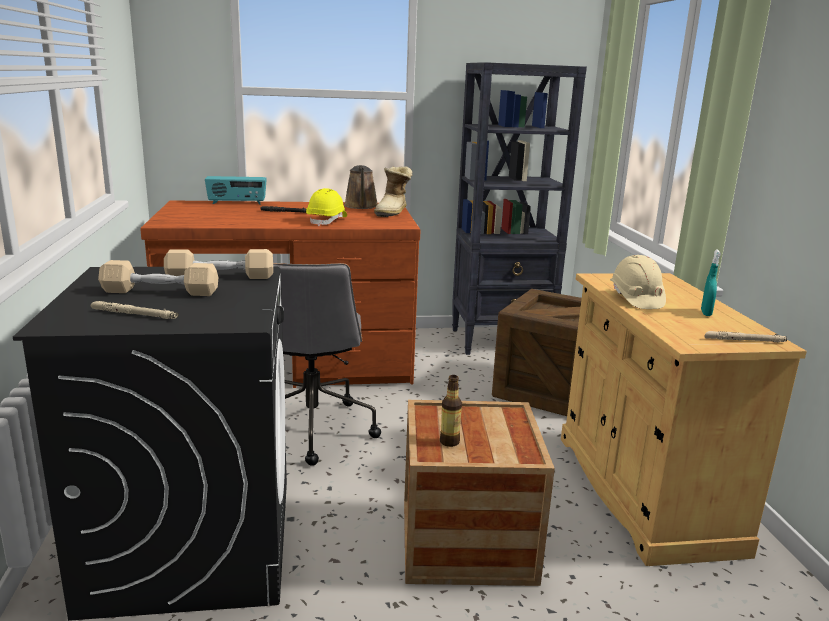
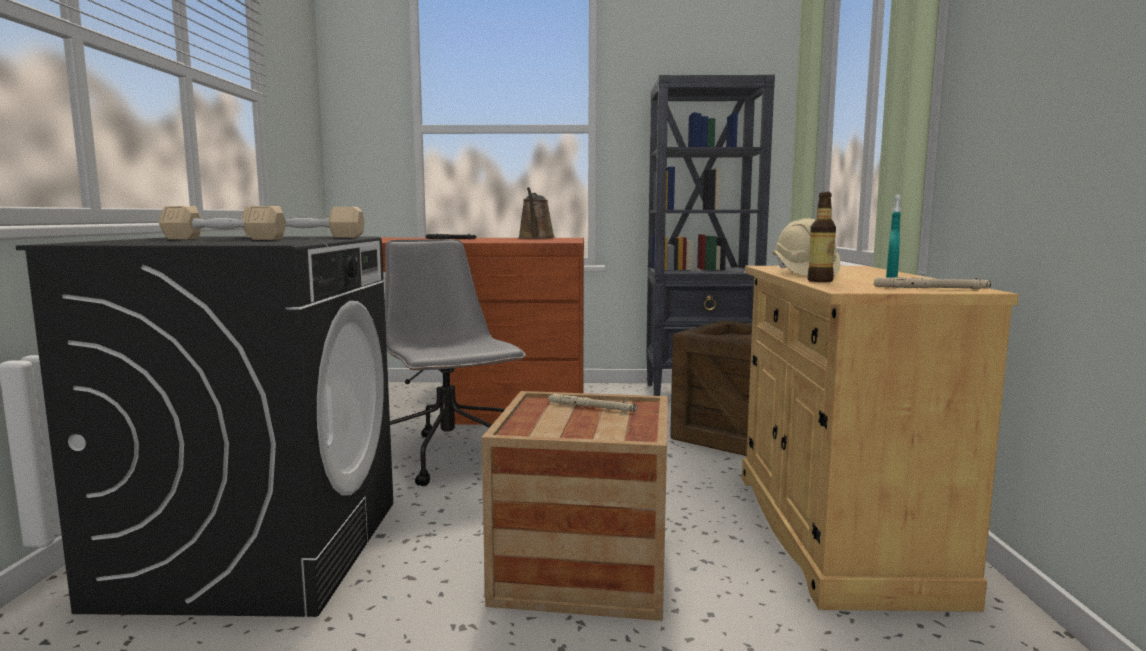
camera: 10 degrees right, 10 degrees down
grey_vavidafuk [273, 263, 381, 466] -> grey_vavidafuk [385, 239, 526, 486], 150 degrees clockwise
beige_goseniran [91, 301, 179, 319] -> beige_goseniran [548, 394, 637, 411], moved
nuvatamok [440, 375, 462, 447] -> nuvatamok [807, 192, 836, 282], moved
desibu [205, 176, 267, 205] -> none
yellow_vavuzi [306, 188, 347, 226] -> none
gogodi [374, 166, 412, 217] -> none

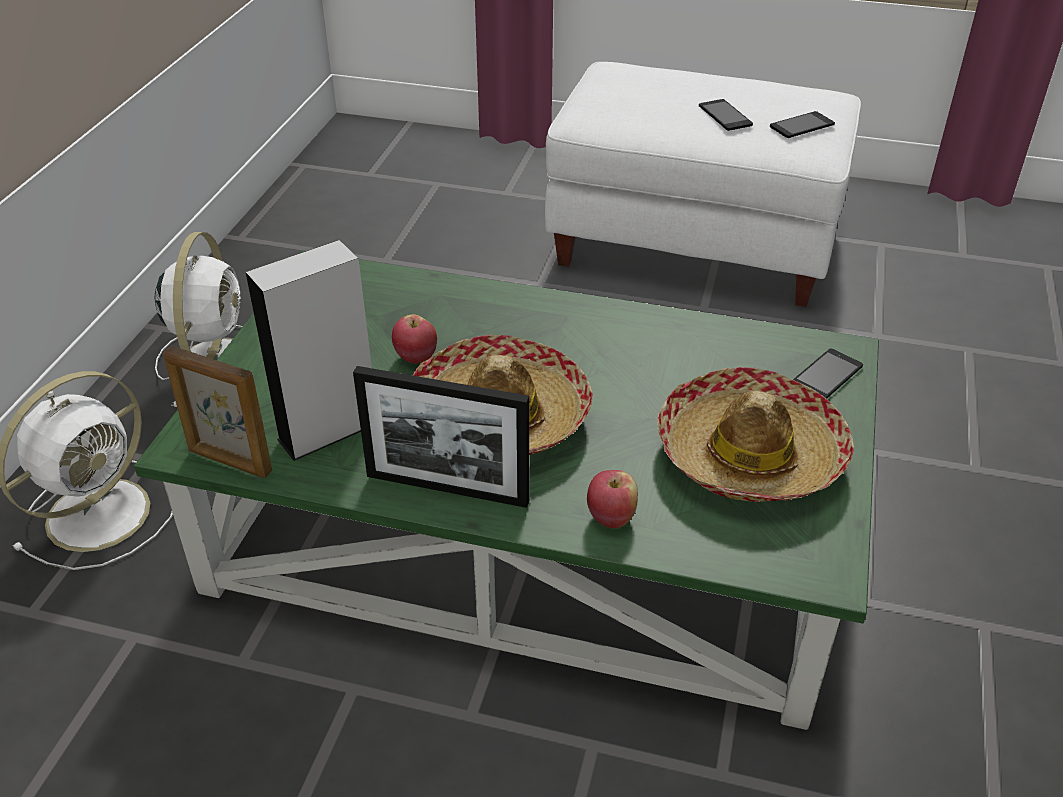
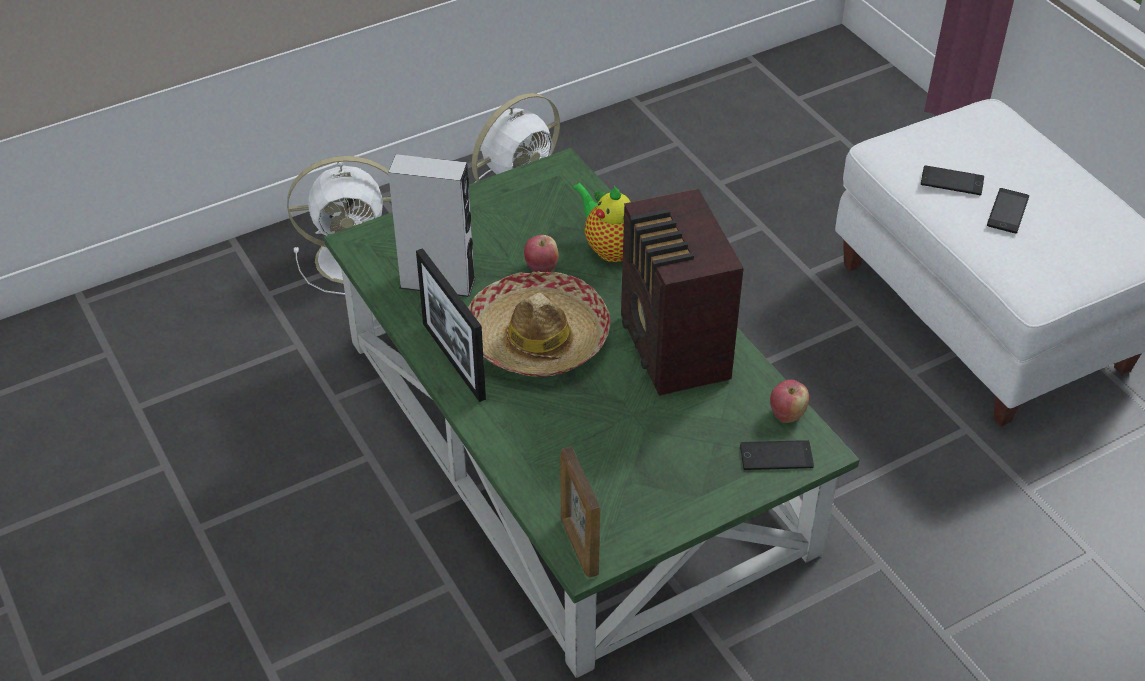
camera: 45 degrees right, 5 degrees up
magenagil [163, 345, 272, 478] -> magenagil [561, 446, 600, 578], moved
none -> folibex [572, 183, 630, 262]
none -> desibu [621, 189, 744, 396]
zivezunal [587, 470, 638, 528] -> zivezunal [770, 379, 809, 423], moved
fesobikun [770, 111, 835, 138] -> fesobikun [921, 166, 984, 195], moved
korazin [657, 367, 854, 502] -> none

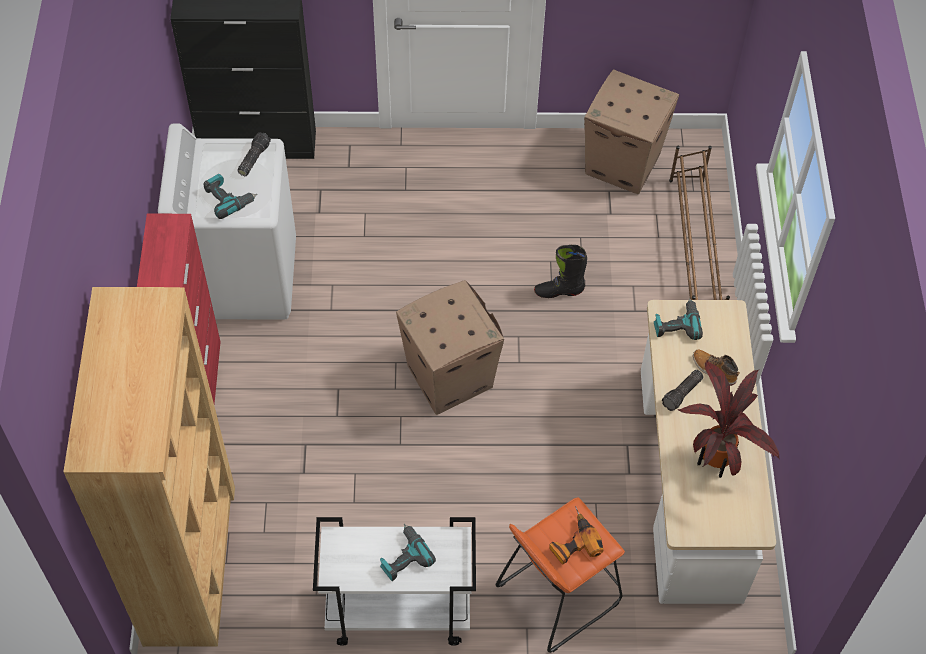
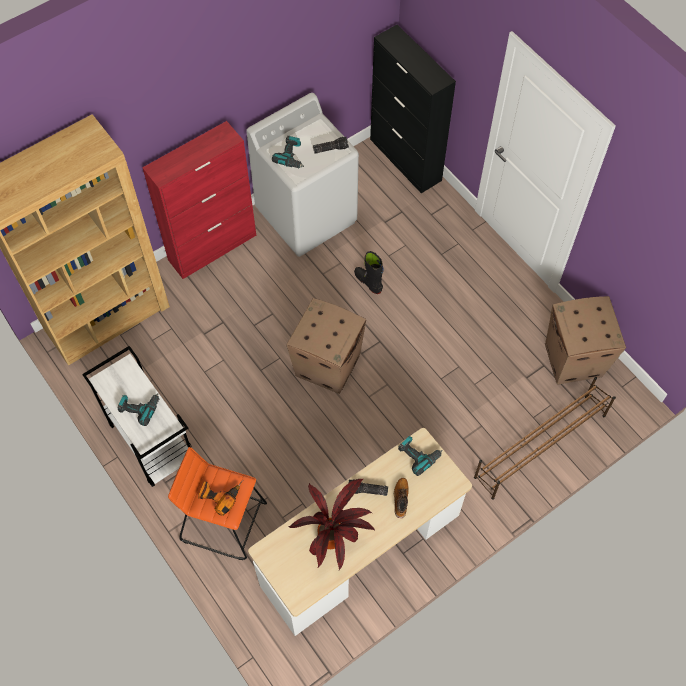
camera: 55 degrees right, 5 degrees up
black_gogodi [534, 245, 587, 298] -> black_gogodi [354, 251, 384, 294], moved

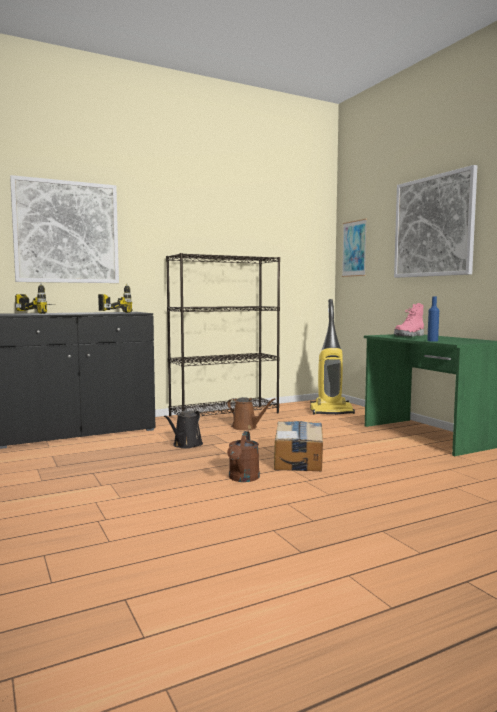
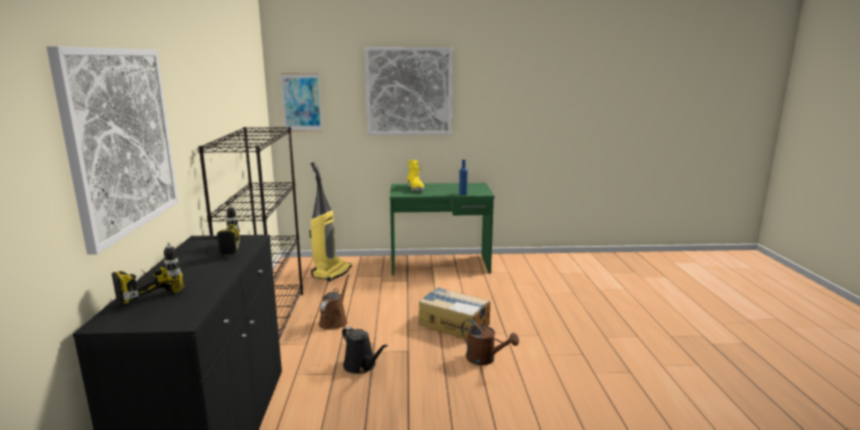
camera: 65 degrees left, 10 degrees up
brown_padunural [227, 397, 275, 430] -> brown_padunural [319, 275, 350, 330], 45 degrees counterclockwise
pink_gogodi [394, 303, 424, 337] -> yellow_gogodi [407, 160, 425, 191]

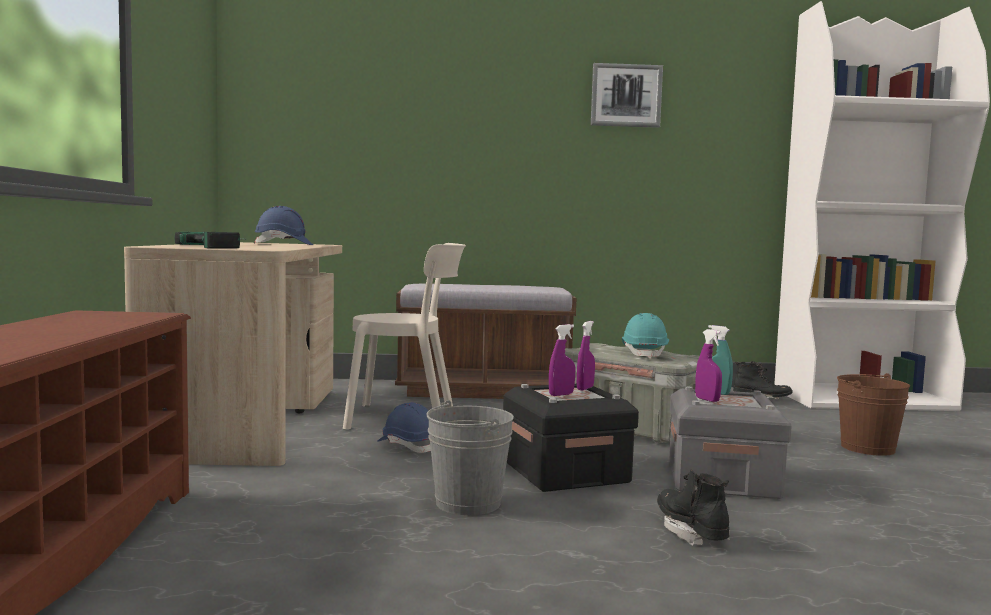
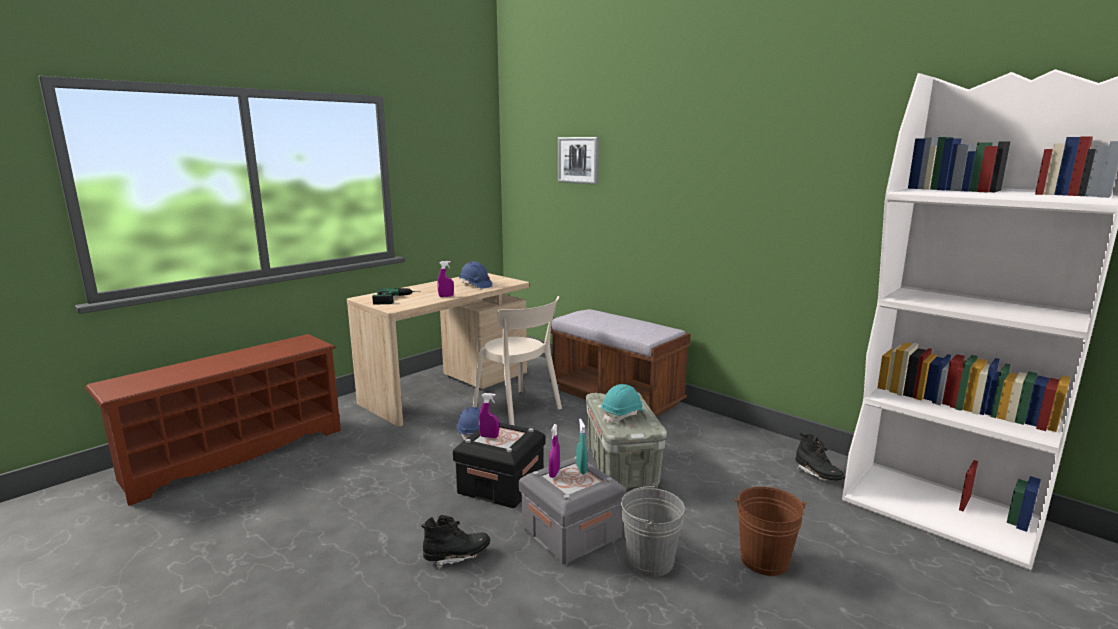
camera: 45 degrees right, 10 degrees up
black_gogodi [657, 470, 730, 545] -> black_gogodi [421, 515, 490, 569], 45 degrees clockwise
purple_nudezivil [577, 321, 595, 391] -> purple_nudezivil [437, 261, 454, 297], moved
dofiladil [591, 63, 663, 128] -> dofiladil [558, 137, 599, 184], moved
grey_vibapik [426, 400, 514, 515] -> grey_vibapik [621, 484, 685, 577], moved

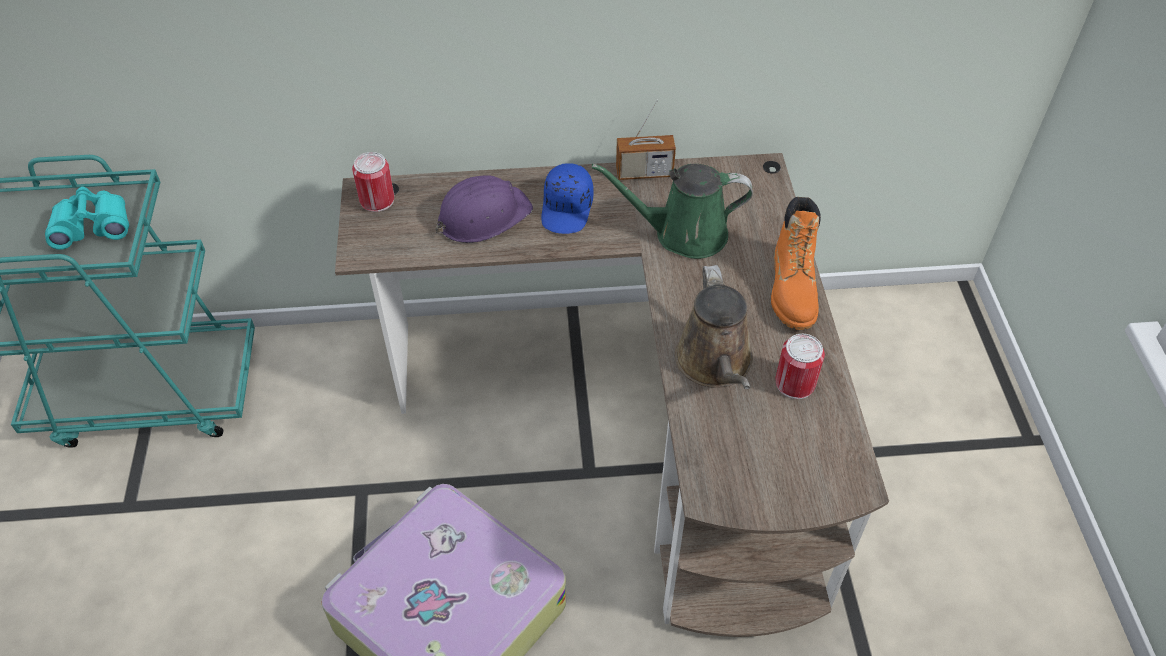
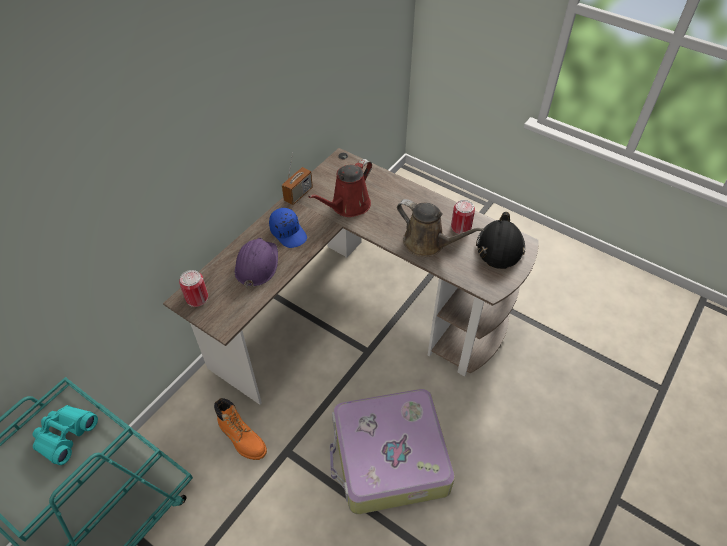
camera: 50 degrees left, 0 degrees up
orange_gogodi [771, 197, 821, 330] -> orange_gogodi [214, 398, 267, 460], moved
green_padunural [592, 164, 753, 259] -> red_padunural [308, 159, 372, 217]
none -> black_vavuzi [476, 212, 525, 269]

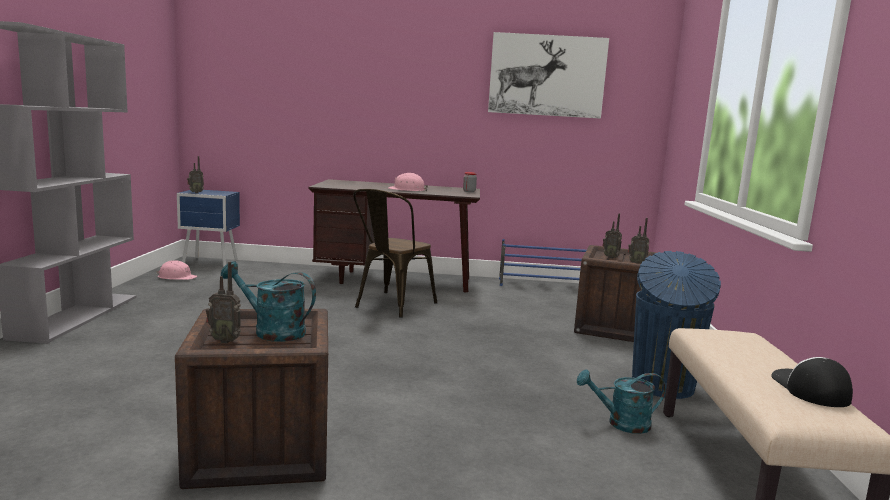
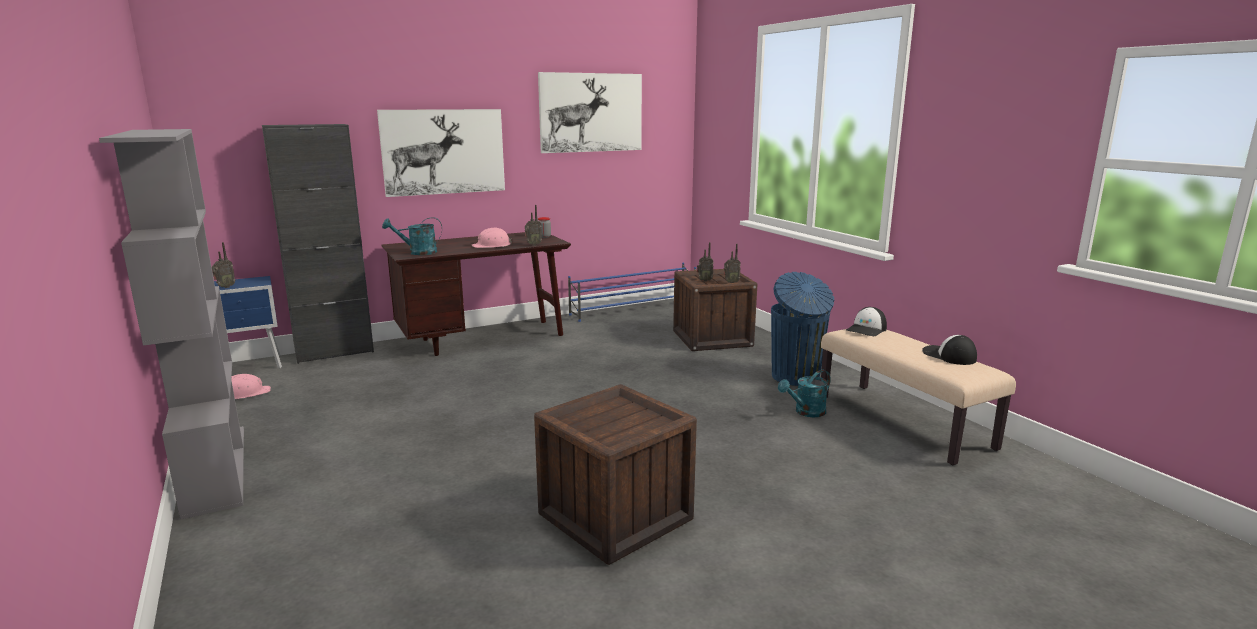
camera: 30 degrees left, 5 degrees up
none -> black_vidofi [262, 124, 374, 364]
none -> dofiladil [377, 109, 505, 197]
turquoise_padunural [221, 261, 316, 342] -> turquoise_padunural [382, 217, 442, 255], moved
desibu [206, 262, 241, 343] -> desibu [525, 205, 542, 246], moved
none -> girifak [846, 307, 887, 336]
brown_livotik [353, 189, 437, 318] -> none

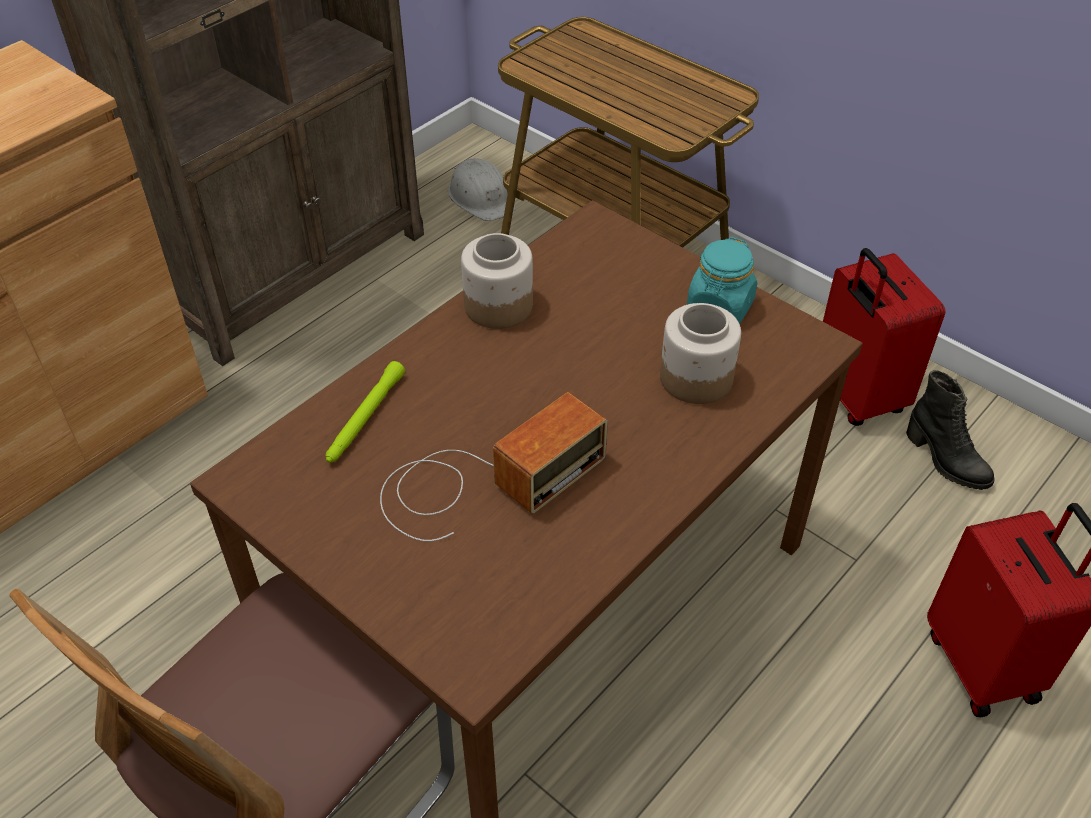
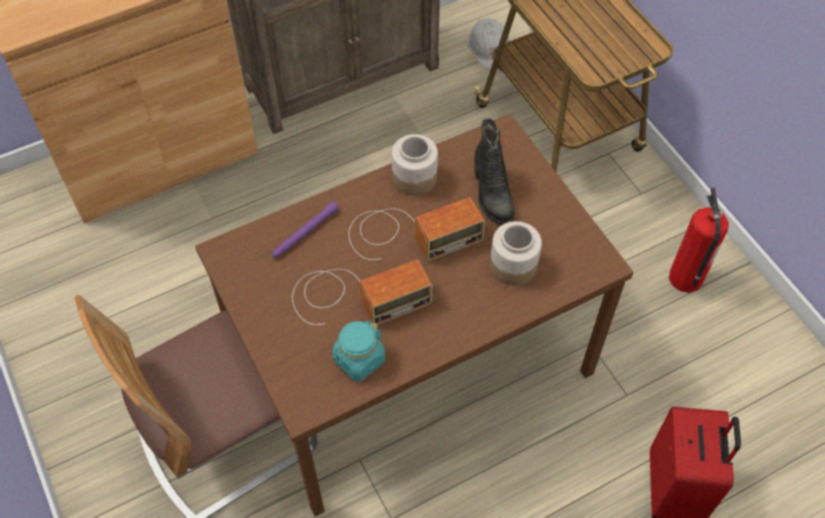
camera: 20 degrees right, 10 degrees up
green_goseniran [325, 361, 405, 463] -> purple_goseniran [272, 201, 339, 258]
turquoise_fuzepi [687, 237, 757, 324] -> turquoise_fuzepi [332, 320, 385, 381], moved
none -> desibu [349, 197, 485, 261]
black_gogodi [906, 370, 995, 490] -> black_gogodi [474, 118, 514, 226], moved
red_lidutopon [823, 248, 945, 426] -> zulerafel [669, 187, 729, 293]

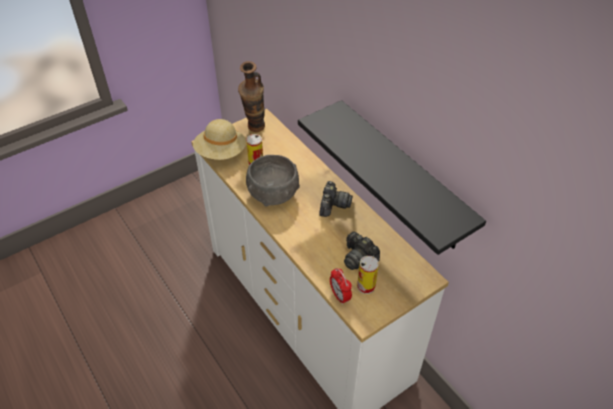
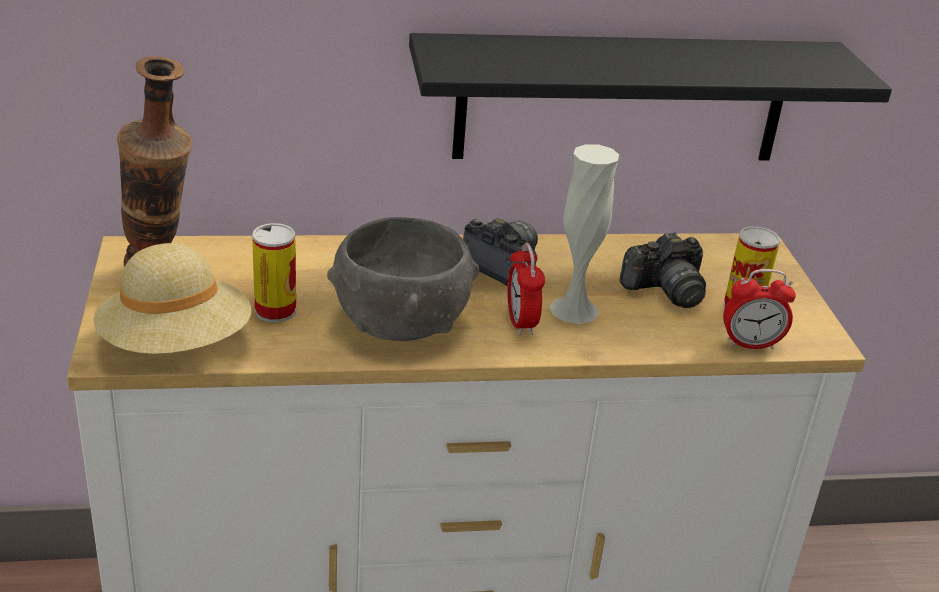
camera: 65 degrees left, 15 degrees down
none -> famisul [507, 243, 545, 336]
none -> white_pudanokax [549, 144, 619, 324]

